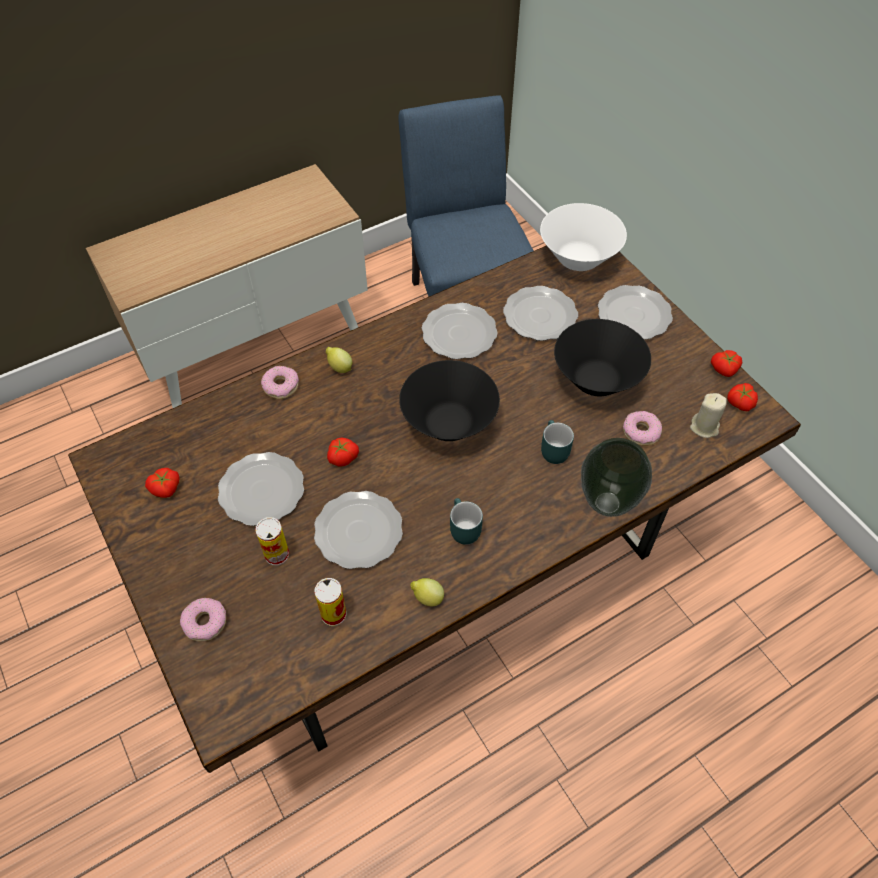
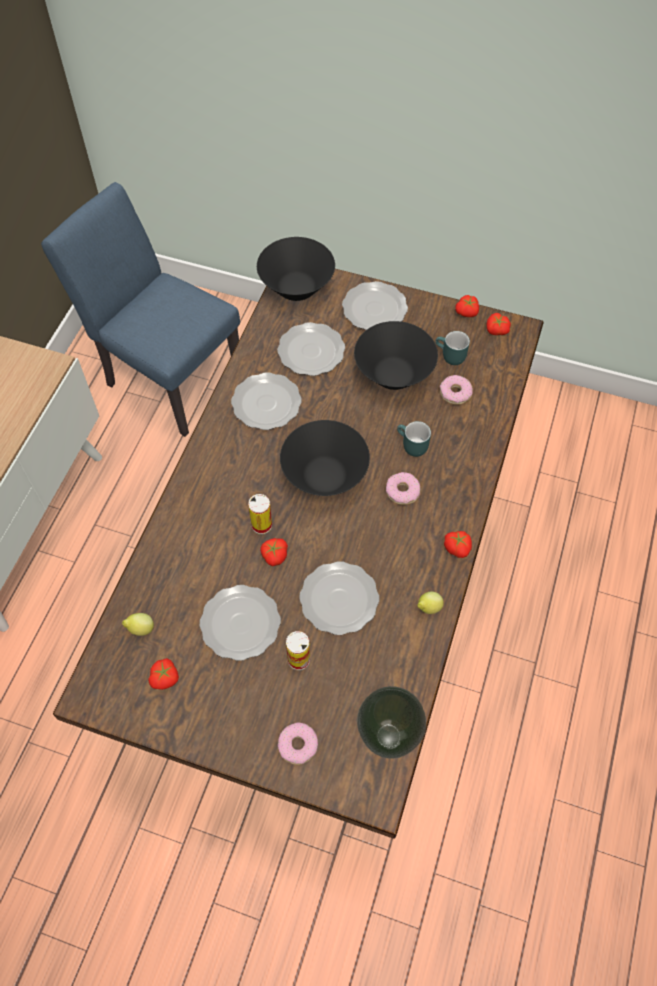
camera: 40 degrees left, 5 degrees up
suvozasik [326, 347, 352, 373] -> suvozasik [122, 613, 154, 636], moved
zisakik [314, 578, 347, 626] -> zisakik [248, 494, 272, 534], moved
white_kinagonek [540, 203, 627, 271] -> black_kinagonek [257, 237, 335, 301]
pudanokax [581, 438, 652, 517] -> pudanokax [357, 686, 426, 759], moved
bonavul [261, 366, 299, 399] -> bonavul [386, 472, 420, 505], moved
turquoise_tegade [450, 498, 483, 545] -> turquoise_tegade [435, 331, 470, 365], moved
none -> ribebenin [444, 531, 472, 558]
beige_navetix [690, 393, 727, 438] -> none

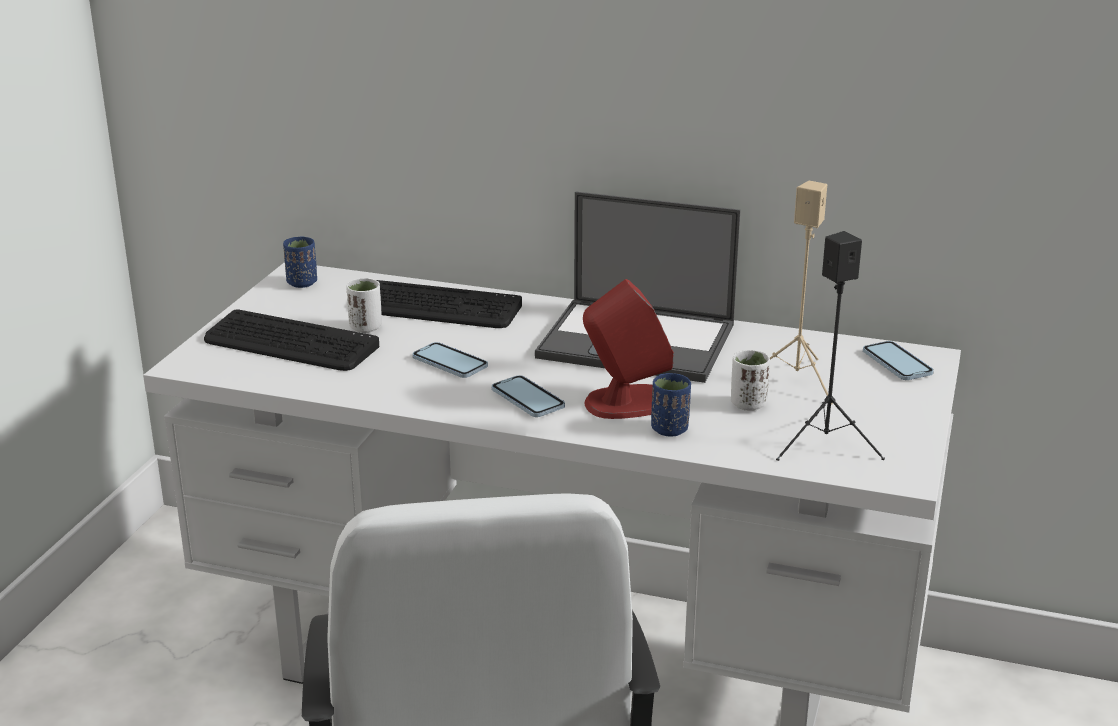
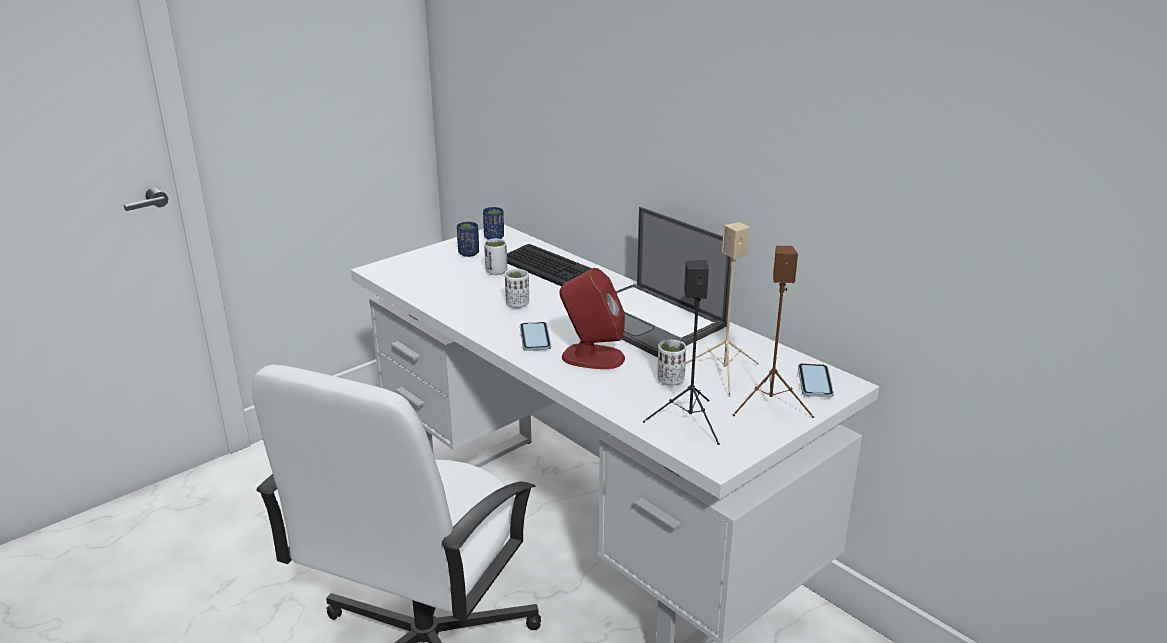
camera: 30 degrees right, 0 degrees up
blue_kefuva [651, 373, 691, 437] -> blue_kefuva [457, 222, 479, 257], moved
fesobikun [412, 342, 488, 378] -> white_kefuva [505, 269, 529, 308]
none -> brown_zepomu [732, 246, 814, 418]
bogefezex [204, 309, 379, 371] -> none

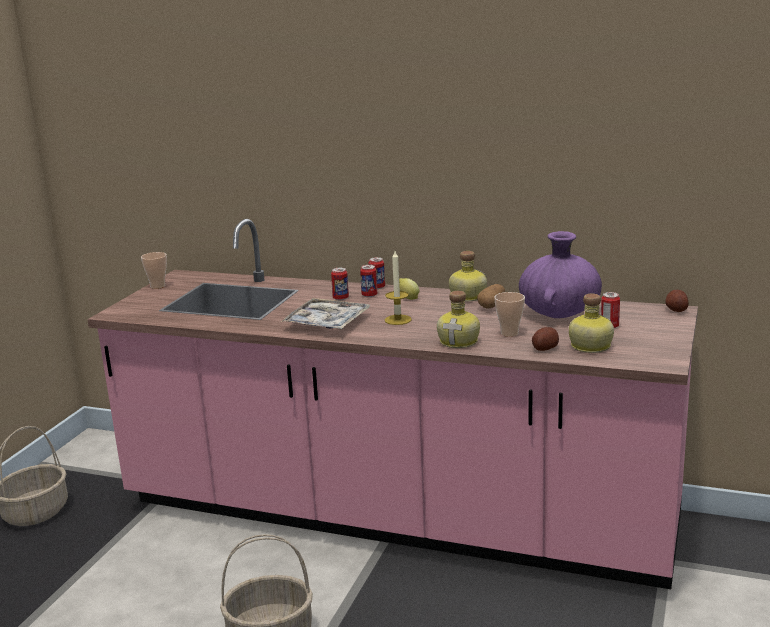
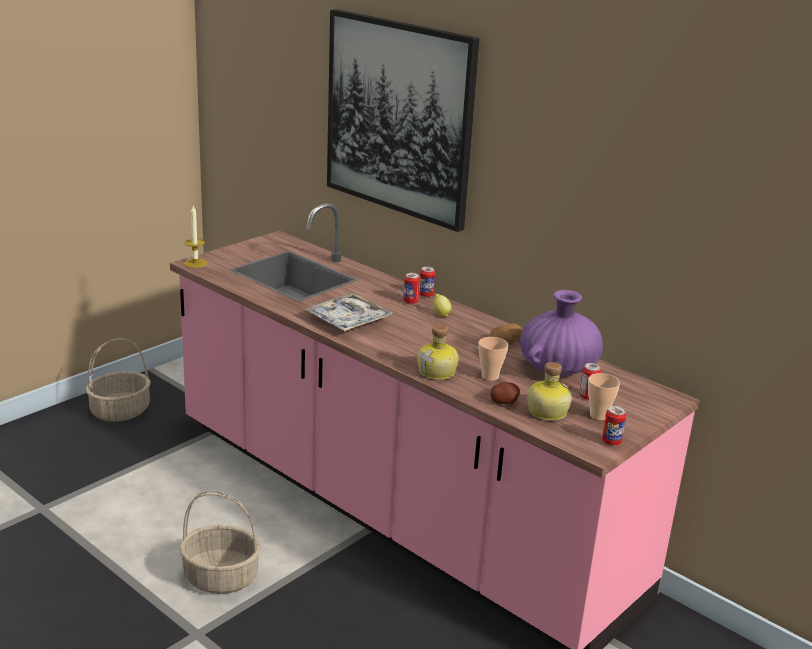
camera: 20 degrees right, 5 degrees up
navetix [385, 251, 412, 325] -> navetix [184, 206, 207, 268], moved
none -> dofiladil [327, 9, 480, 232]
kefuva [141, 252, 167, 289] -> kefuva [588, 373, 620, 420], moved
zisakik [331, 268, 349, 300] -> zisakik [602, 406, 626, 446], moved
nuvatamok [449, 251, 487, 301] -> none
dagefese [665, 290, 689, 312] -> none

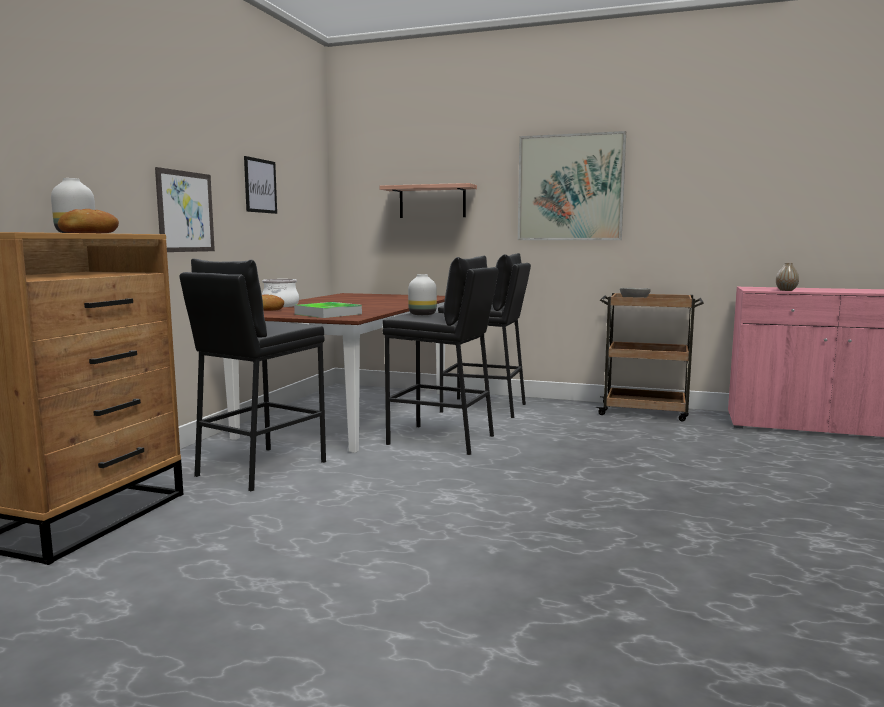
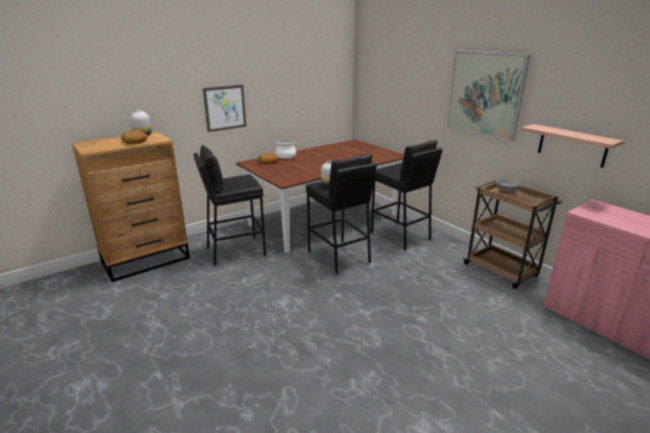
camera: 35 degrees right, 15 degrees up
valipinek [380, 183, 477, 218] -> valipinek [521, 124, 624, 168], moved
dofiladil [244, 156, 277, 214] -> none
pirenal [294, 302, 362, 318] -> none
pudanokax [776, 263, 799, 291] -> none

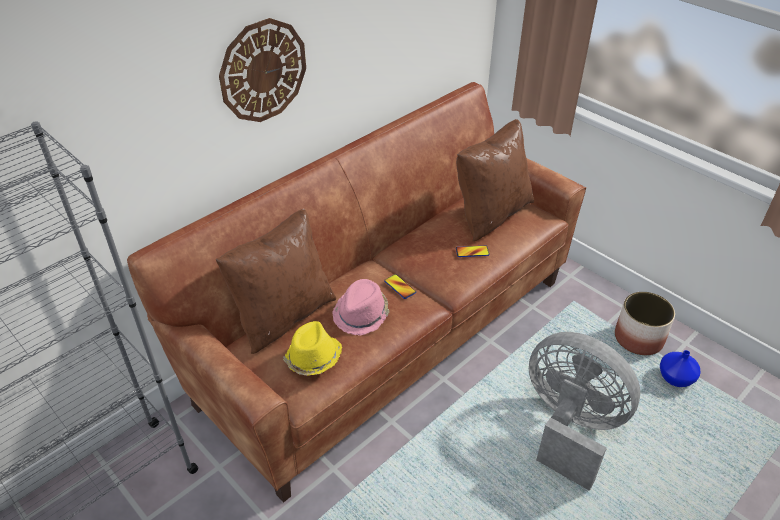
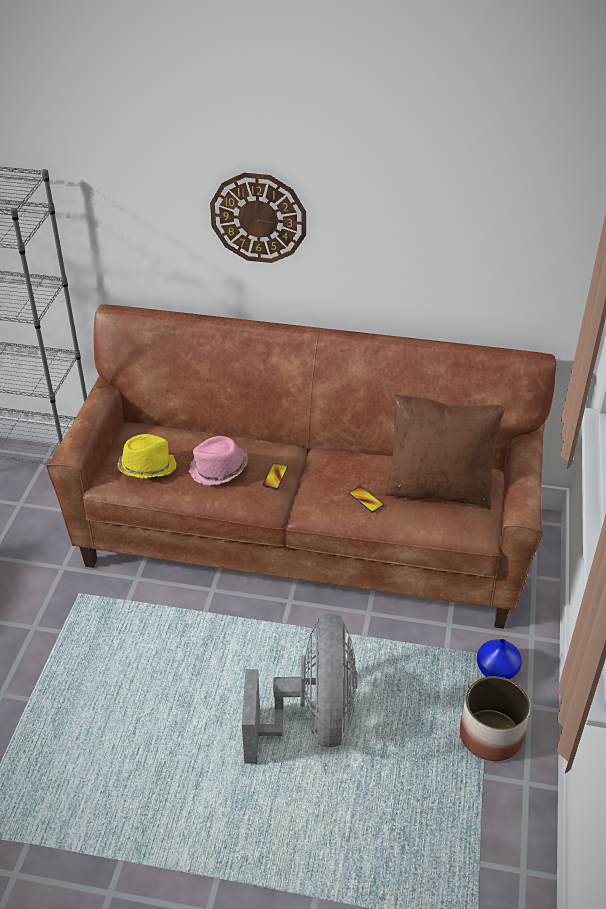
camera: 55 degrees right, 0 degrees up
blue_pudanokax [660, 350, 701, 387] -> blue_pudanokax [477, 639, 522, 680], moved
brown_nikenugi [216, 209, 336, 354] -> none

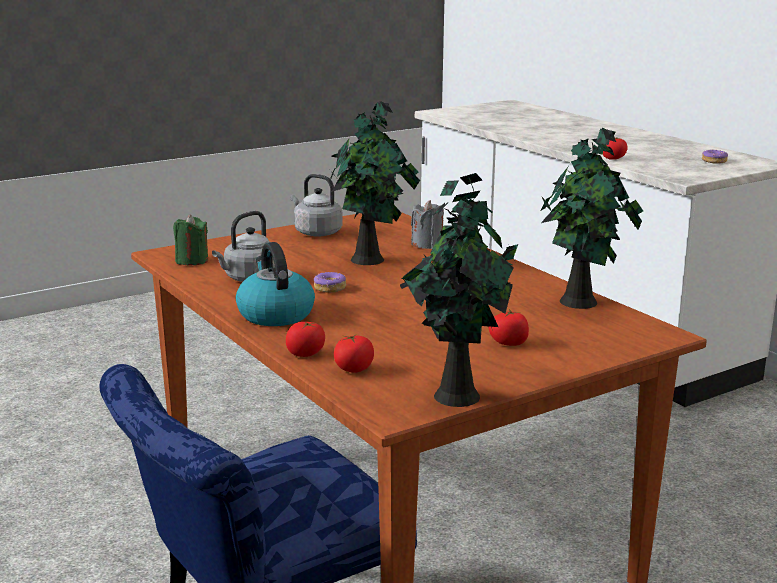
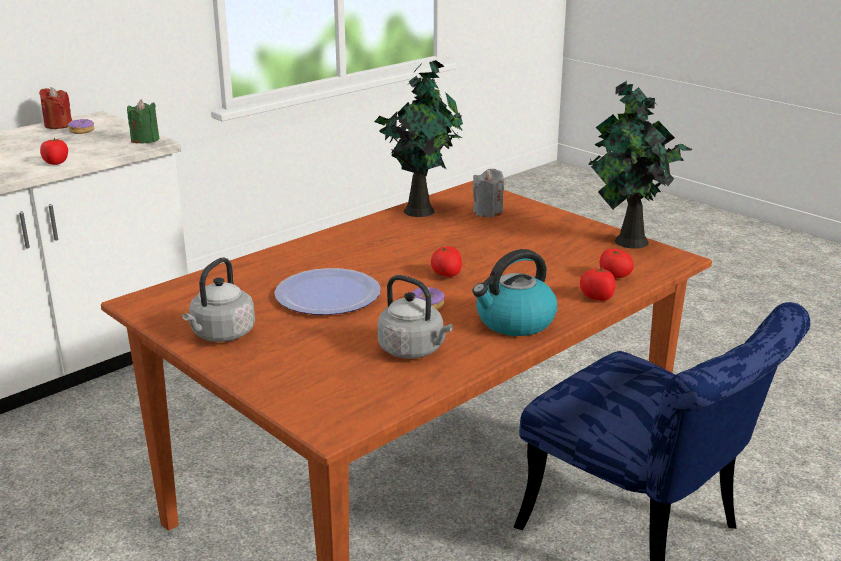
camera: 100 degrees left, 5 degrees up
none -> red_navetix [39, 87, 72, 129]
green_navetix [173, 214, 208, 265] -> green_navetix [127, 99, 159, 143], moved
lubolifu [329, 101, 420, 265] -> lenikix [274, 268, 381, 315]
ribebenin [489, 309, 529, 346] -> ribebenin [431, 246, 462, 277], moved
grey_navetix [411, 200, 444, 249] -> grey_navetix [473, 169, 504, 217], moved

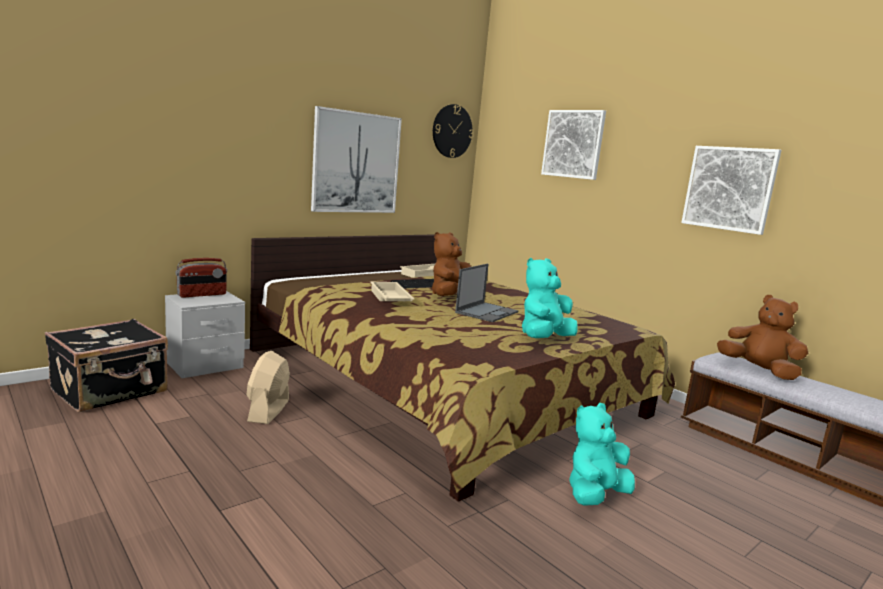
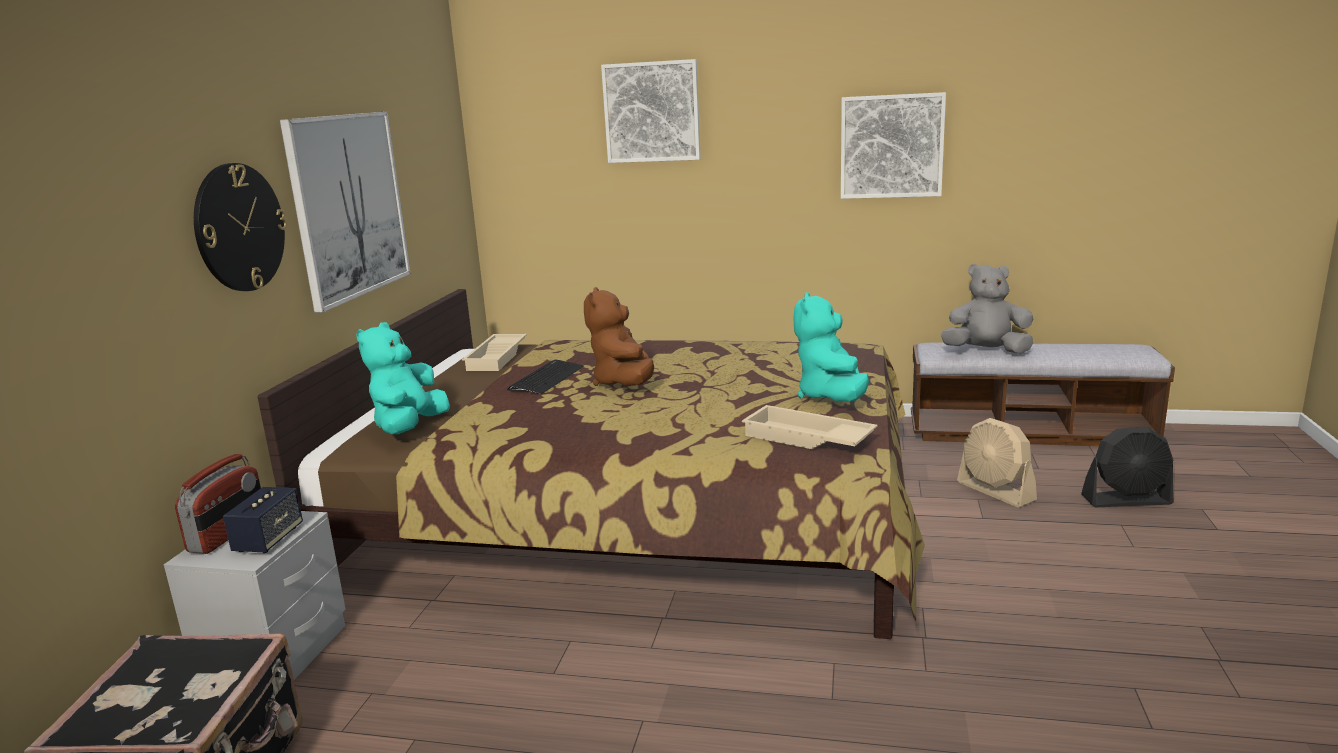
camera: 35 degrees left, 5 degrees up
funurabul [433, 104, 473, 158] -> funurabul [194, 163, 287, 291], moved
none -> zepomu [223, 487, 303, 553]
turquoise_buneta [569, 403, 635, 506] -> turquoise_buneta [356, 322, 450, 434], moved
beige_pirenal [370, 282, 414, 301] -> beige_pirenal [742, 405, 878, 449], moved
brown_buneta [717, 295, 808, 380] -> grey_buneta [941, 263, 1034, 353]
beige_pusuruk [246, 351, 290, 424] -> beige_pusuruk [957, 418, 1037, 507], moved
none -> black_pusuruk [1081, 427, 1174, 507]
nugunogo [455, 264, 519, 322] -> none

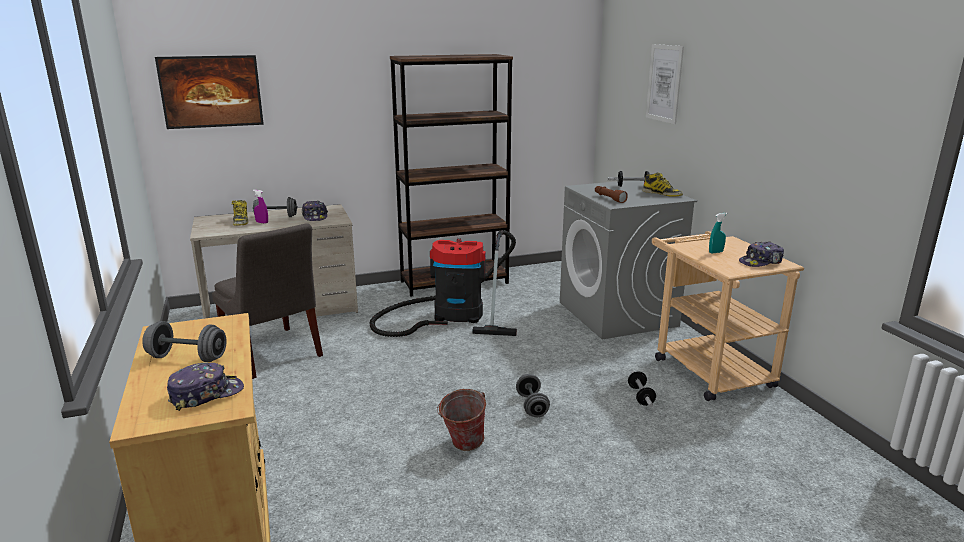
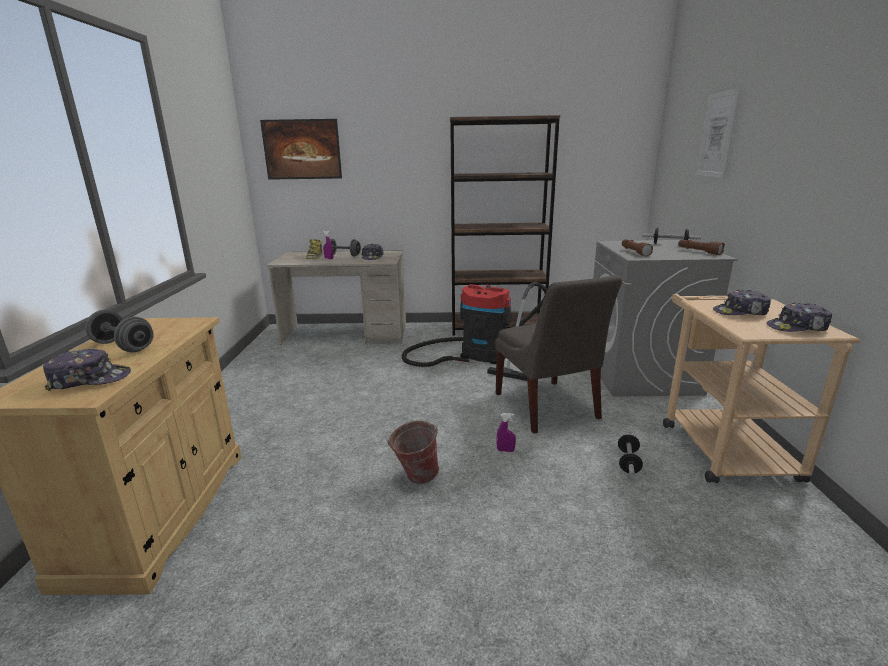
camera: 20 degrees right, 0 degrees up
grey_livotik [212, 224, 323, 379] -> grey_livotik [495, 275, 622, 434], moved
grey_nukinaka [516, 374, 550, 417] -> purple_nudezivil [496, 413, 516, 452]
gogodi [643, 172, 683, 197] -> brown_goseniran [678, 240, 725, 255]
turquoise_nudezivil [709, 213, 727, 254] -> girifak [713, 289, 771, 315]

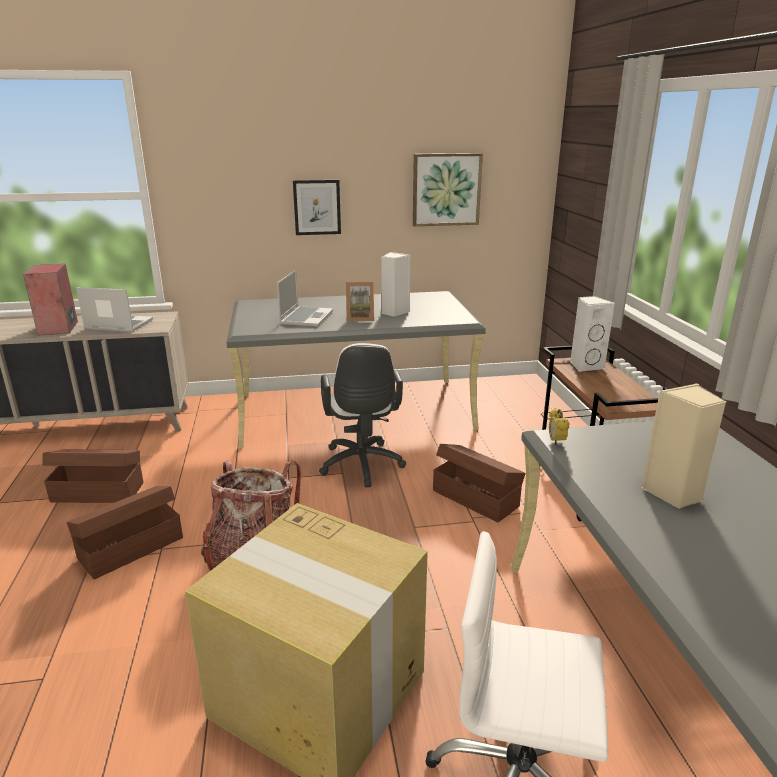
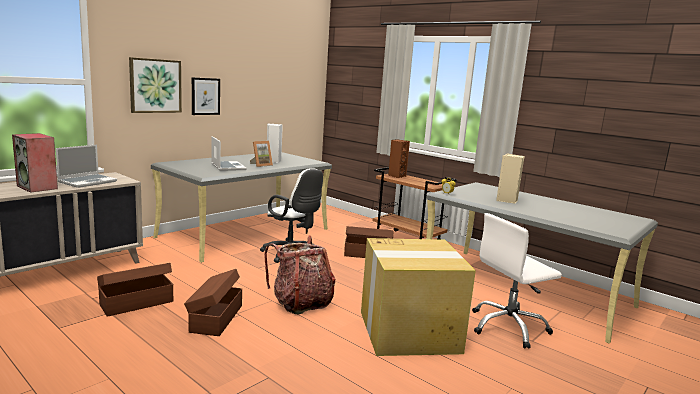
camera: 40 degrees left, 10 degrees down
nugunogo [76, 287, 153, 332] -> nugunogo [56, 145, 117, 188], 150 degrees clockwise
dofiladil [413, 153, 483, 226] -> dofiladil [129, 57, 182, 113], moved
white_zepomu [570, 296, 615, 372] -> brown_zepomu [388, 139, 410, 178]

